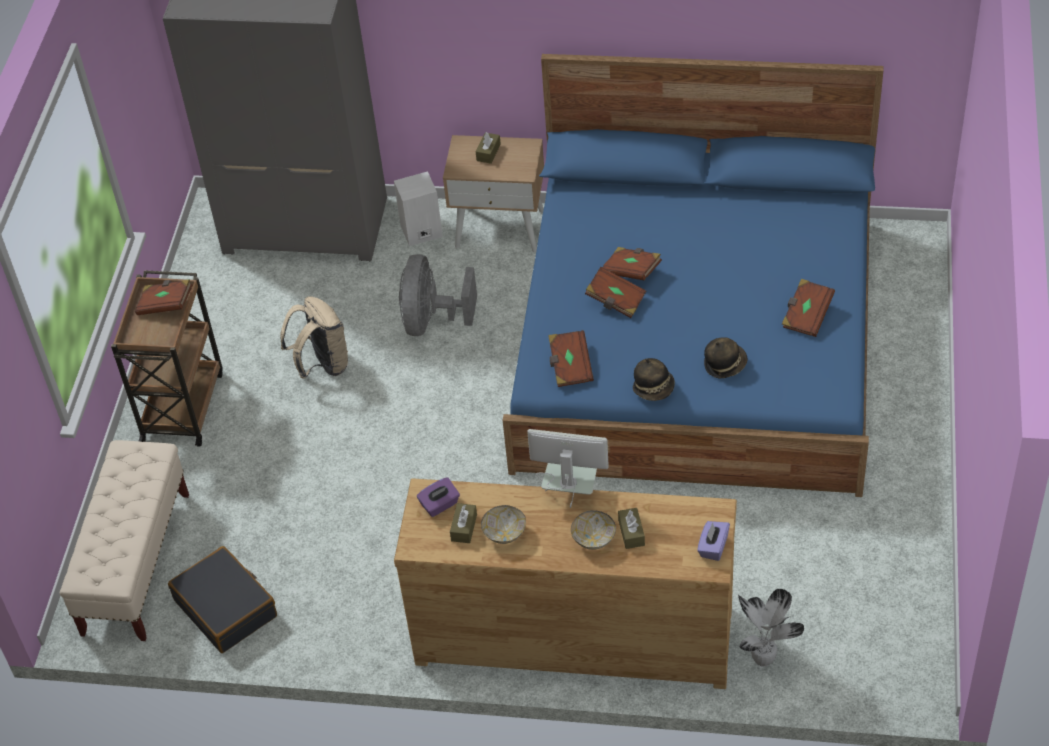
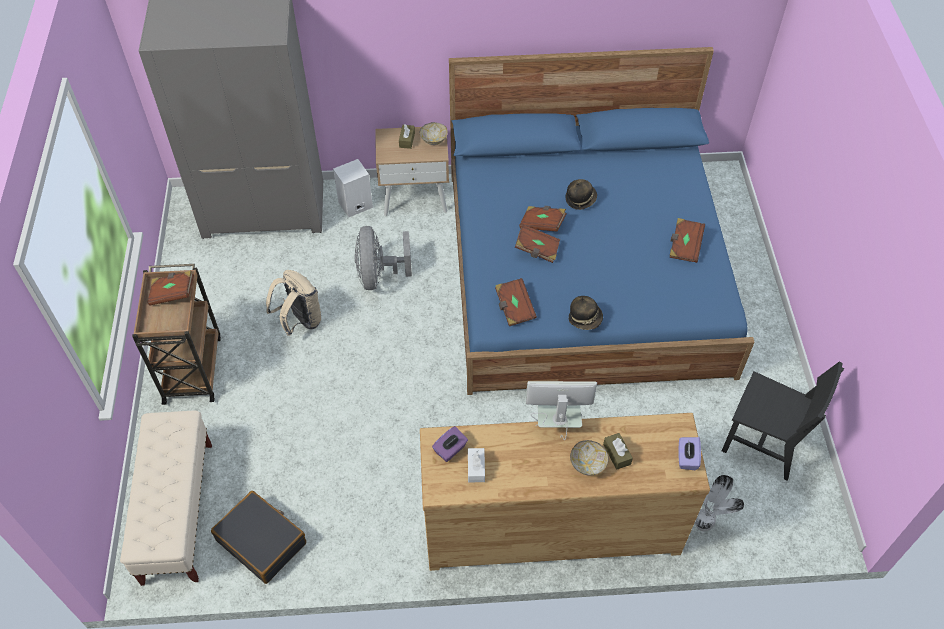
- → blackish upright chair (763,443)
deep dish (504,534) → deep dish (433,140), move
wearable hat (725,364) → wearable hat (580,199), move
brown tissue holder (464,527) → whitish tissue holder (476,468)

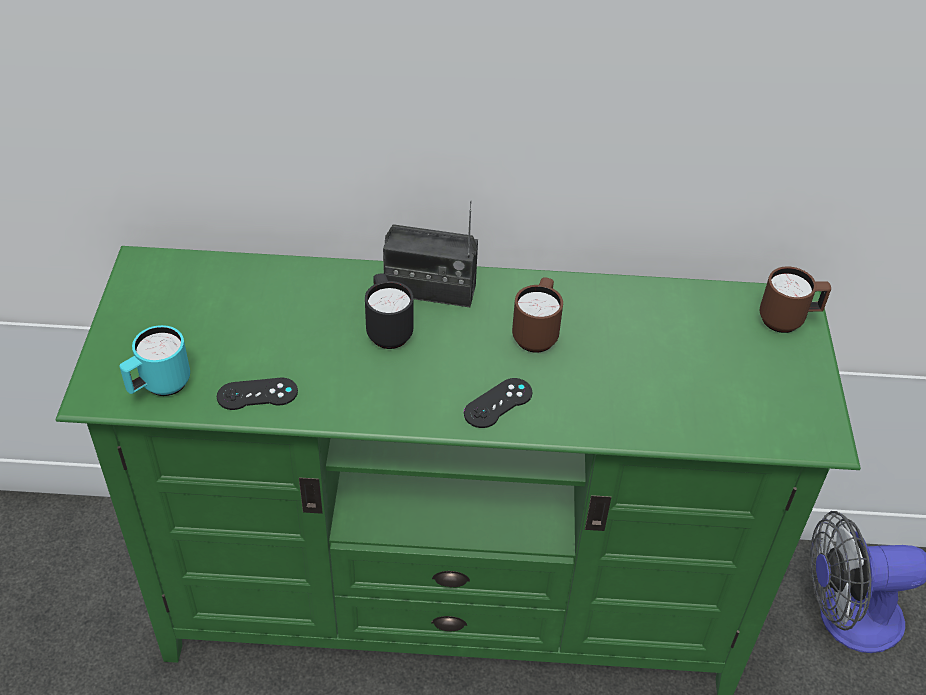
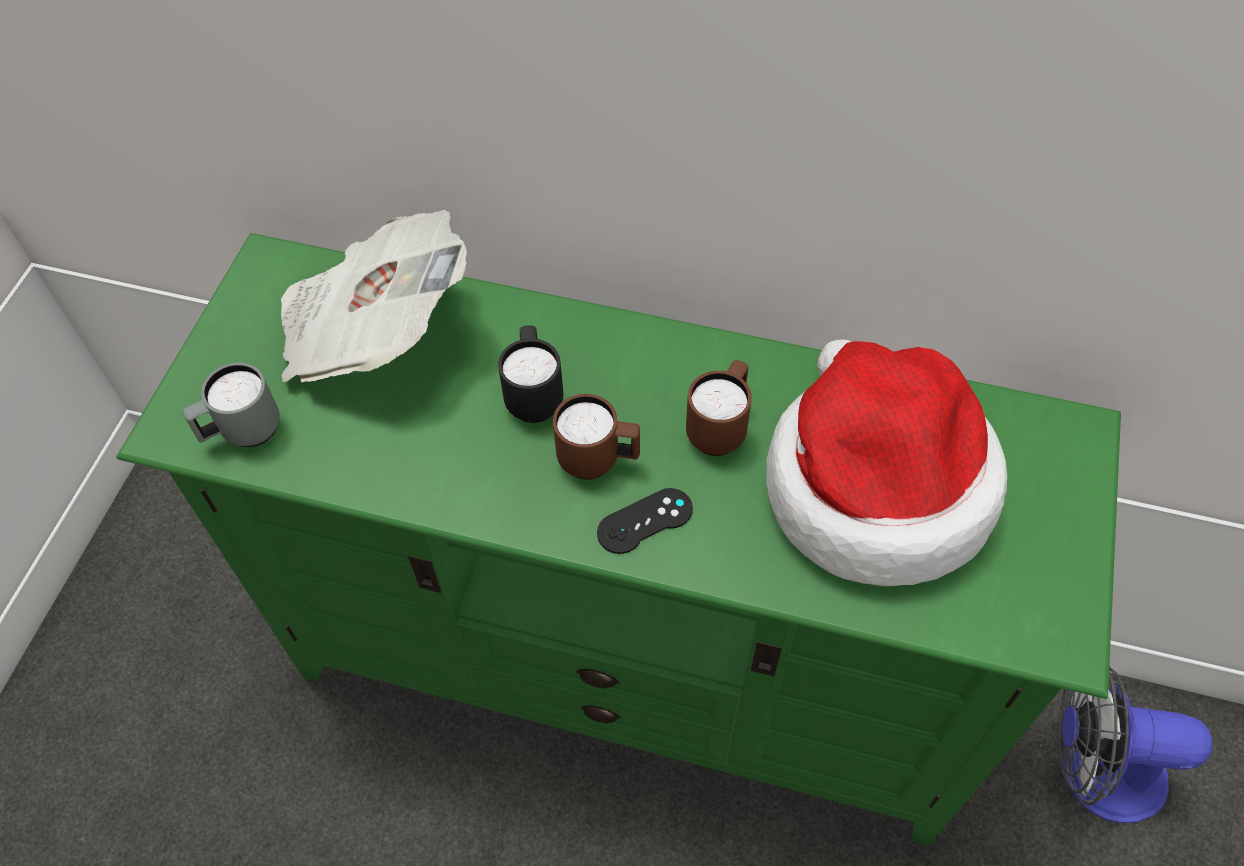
blackish gamepad (257,394) → -
radio set (430,290) → -
- → daily paper (374,331)
- → wearable hat (872,485)
brown mug (788,320) → brown mug (598,460), move
turquoise-coloured mug (159,386) → greyish mug (243,432)

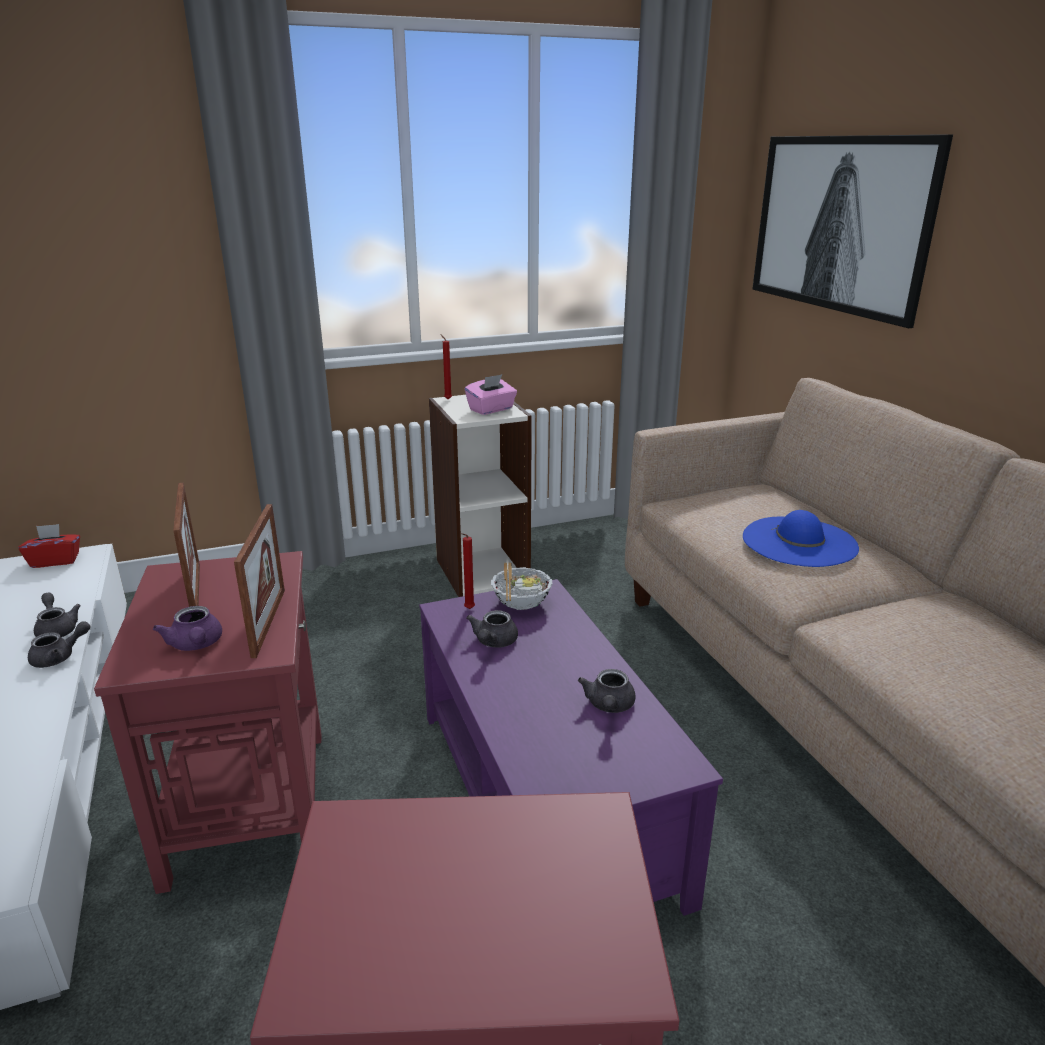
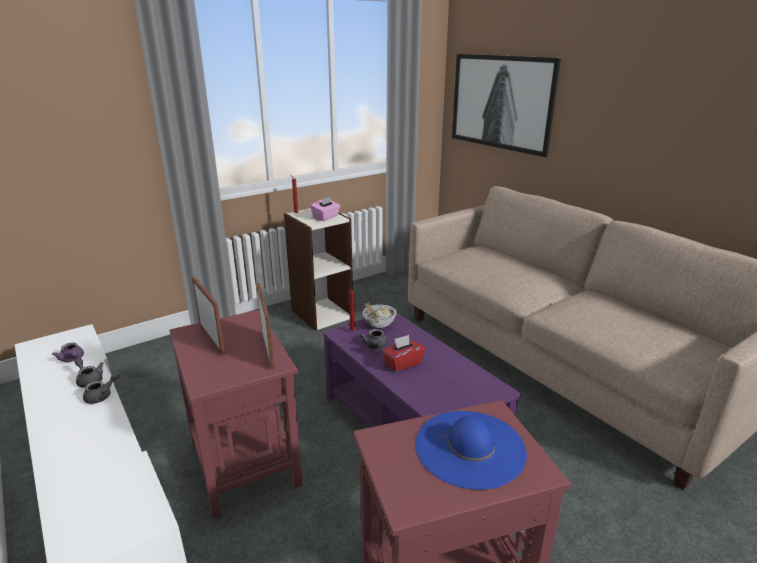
greyish tea pot (609,706) → -
reddish tissue holder (55,561) → reddish tissue holder (403,363), move
purple-coloured tea pot (196,645) → purple-coloured tea pot (72,359), move
blue-coloured wearable hat (799,542) → blue-coloured wearable hat (470,447), move

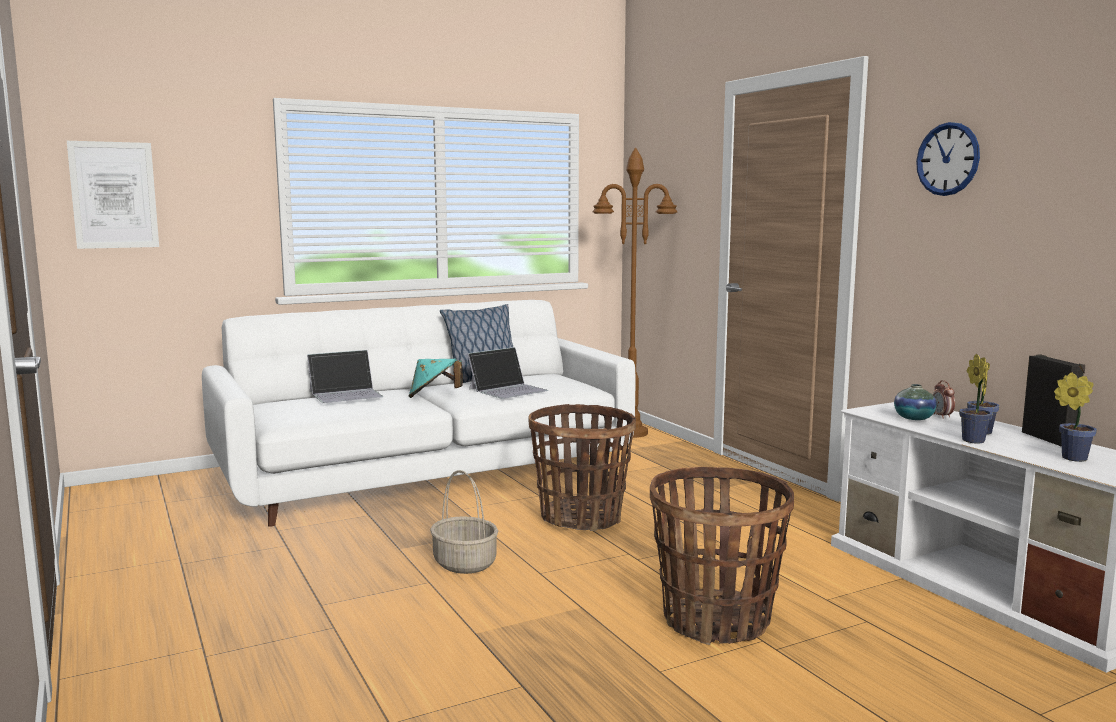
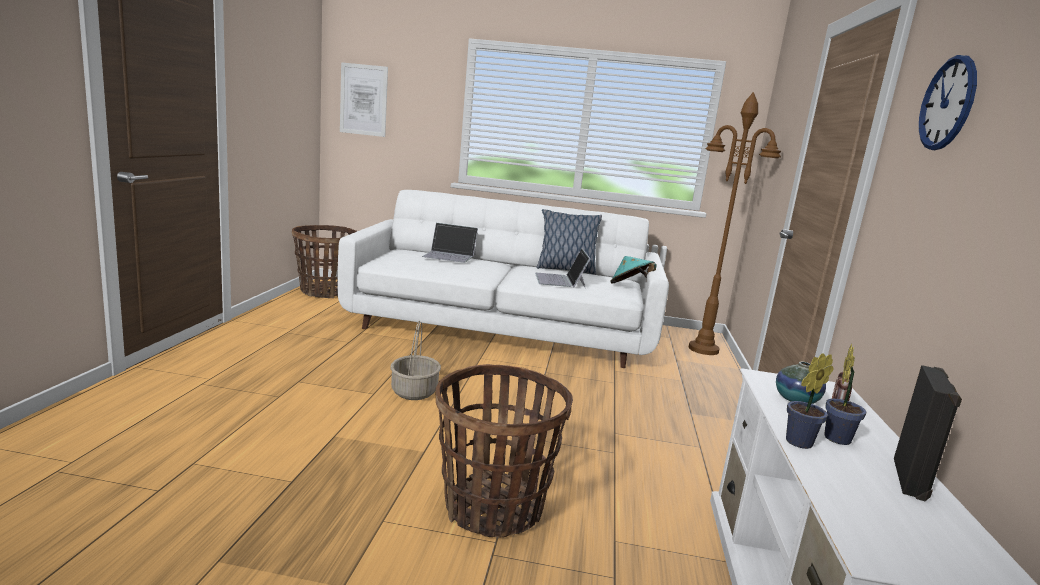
plant in a pot (1070,458) → -
turquoise-coloured wearable hat (433,396) → turquoise-coloured wearable hat (630,286), move
storage basket (581,518) → storage basket (325,291), move
notebook computer (508,390) → notebook computer (560,280), 90 degrees clockwise

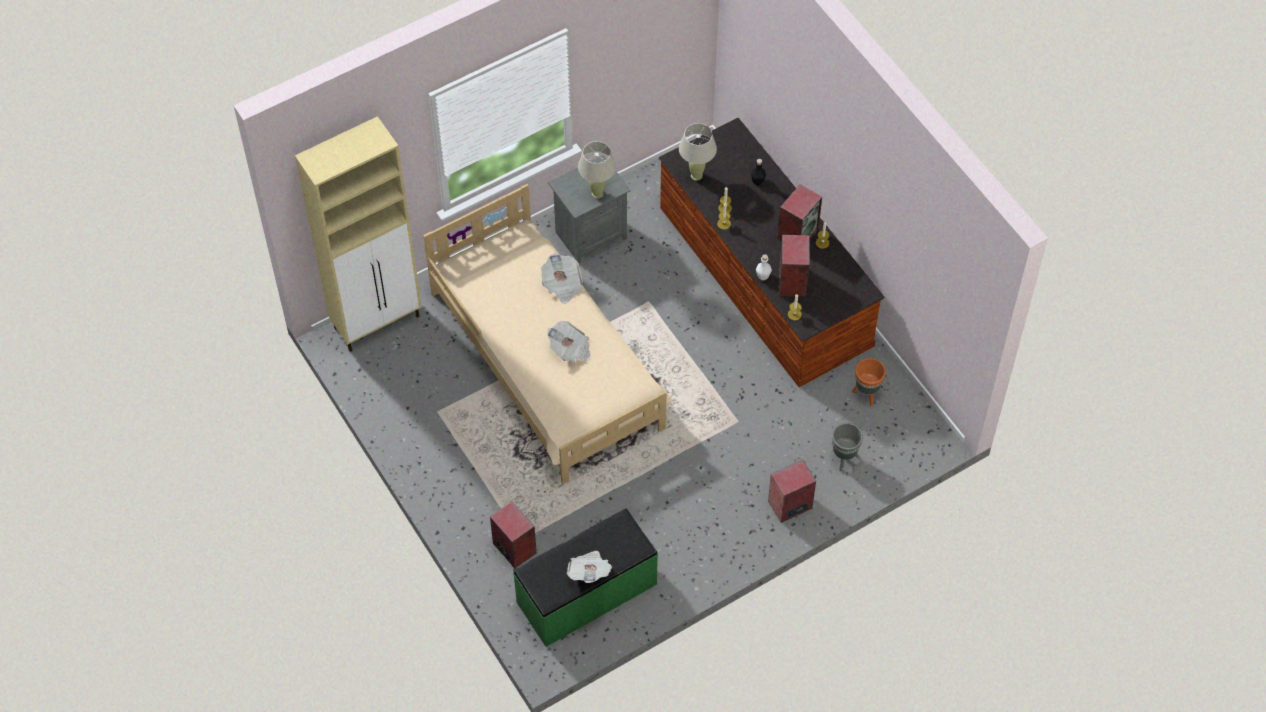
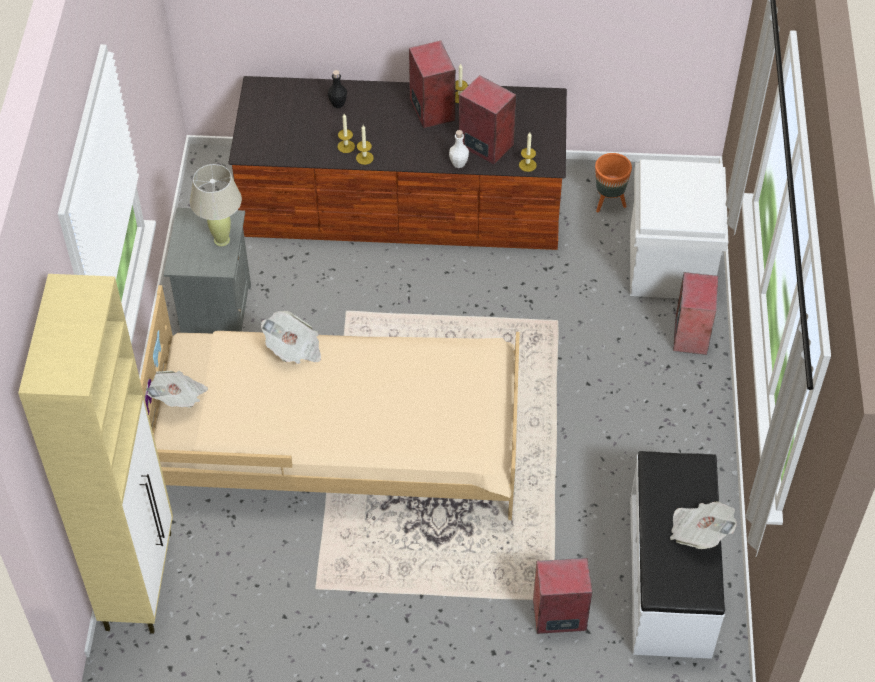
beige lamp for a table (696,175) → -
daily paper (570,349) → daily paper (177,397), move
greyish flower pot (843,458) → whitish storage bin (669,262)
greenish bench (587,594) → whitish bench (671,577)

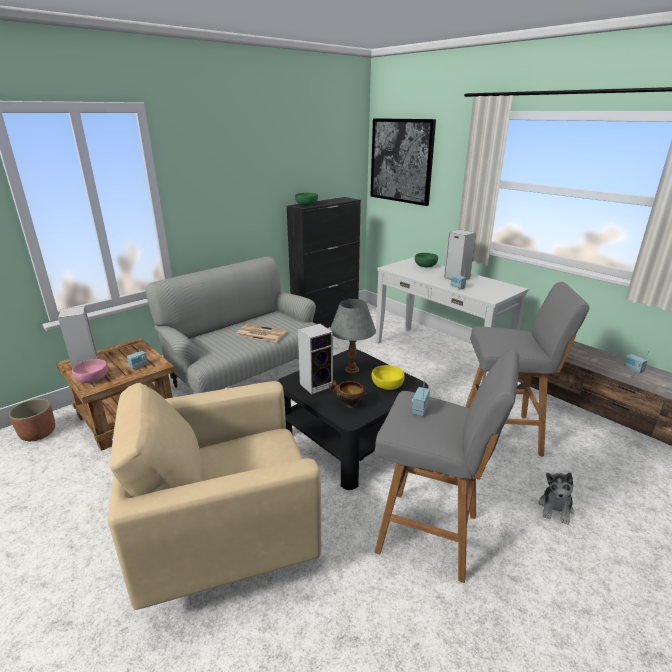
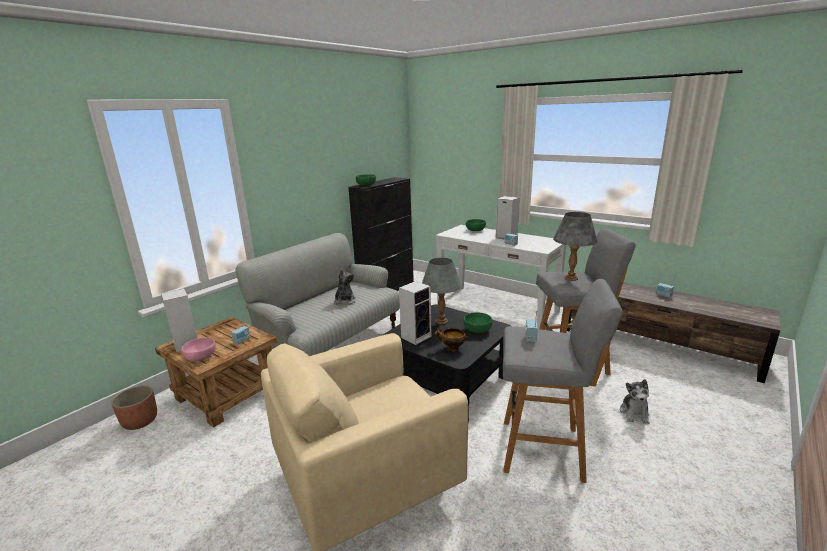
wall picture (401,161) → -
- → greyish lamp for a table (571,278)
daily paper (260,333) → cuddly toy (344,301)
yellowish deep dish (387,385) → greenish deep dish (477,330)

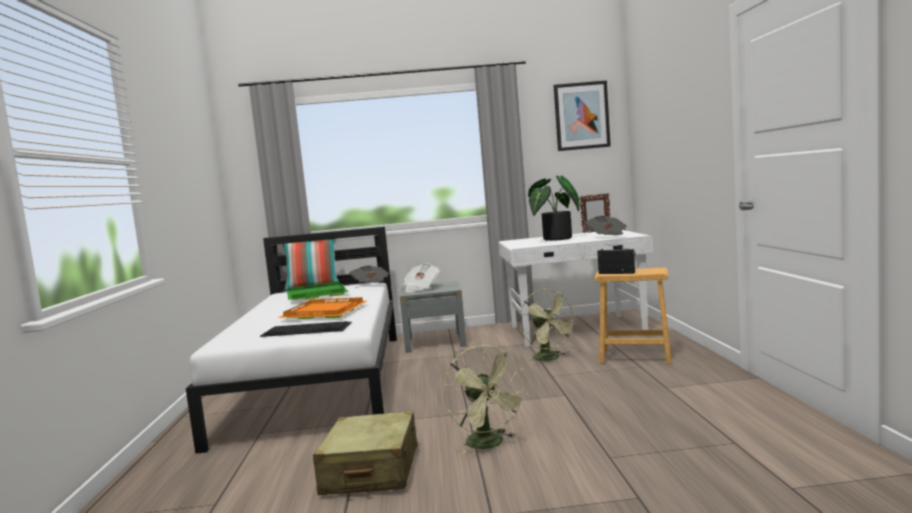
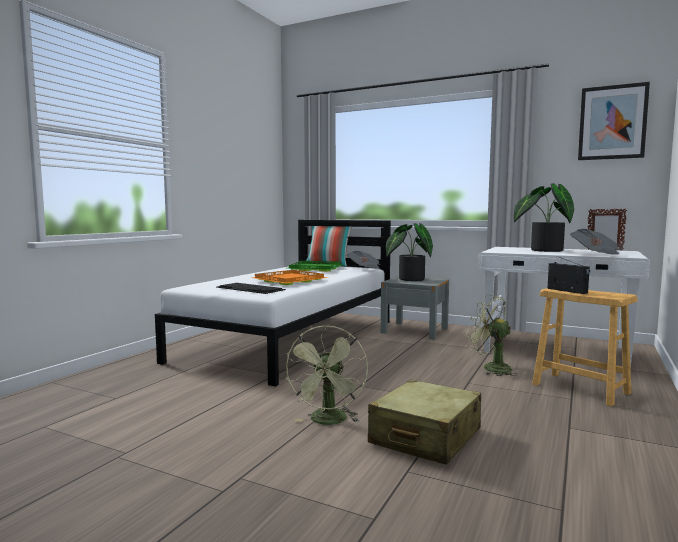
beige travel case (371,471) → beige travel case (425,437), move
daily paper (420,288) → plant in a pot (408,279)
greenish cooling fan (550,358) → greenish cooling fan (490,368), 120 degrees clockwise

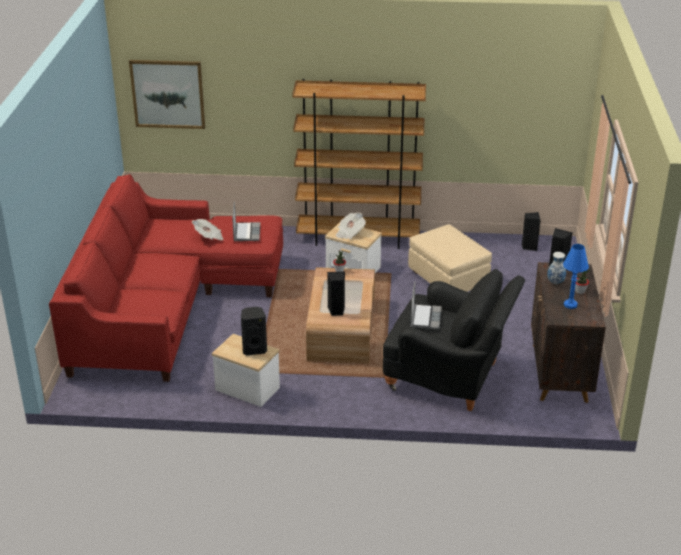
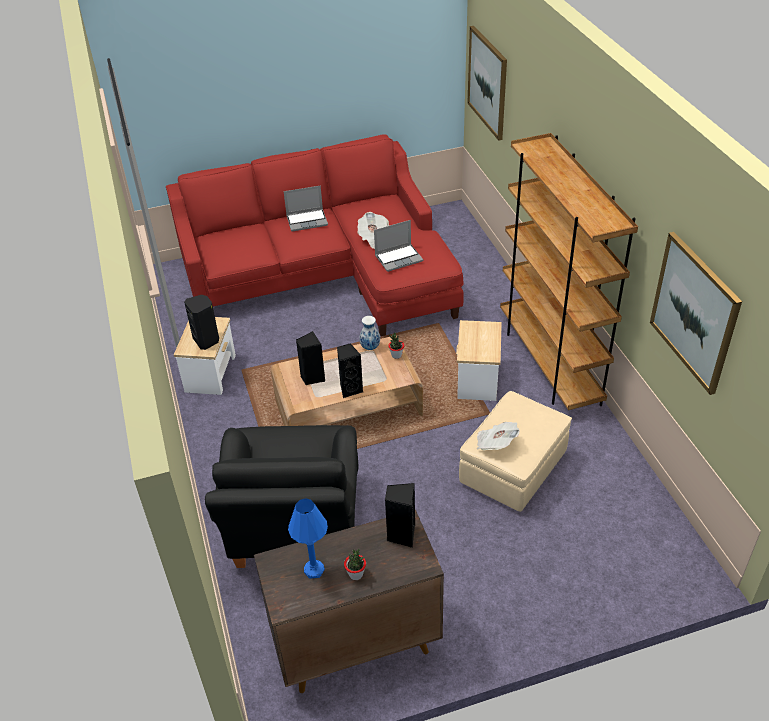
- → wall picture (694,312)
daily paper (349,233) → daily paper (495,443), move
notebook computer (425,317) → notebook computer (307,220), move
blackish loudspeaker (529,246) → blackish loudspeaker (350,389), move
vase (556,282) → vase (370,347), move

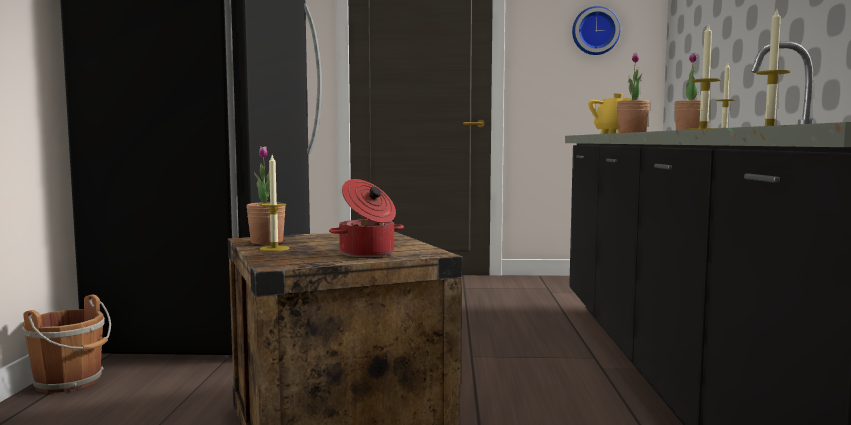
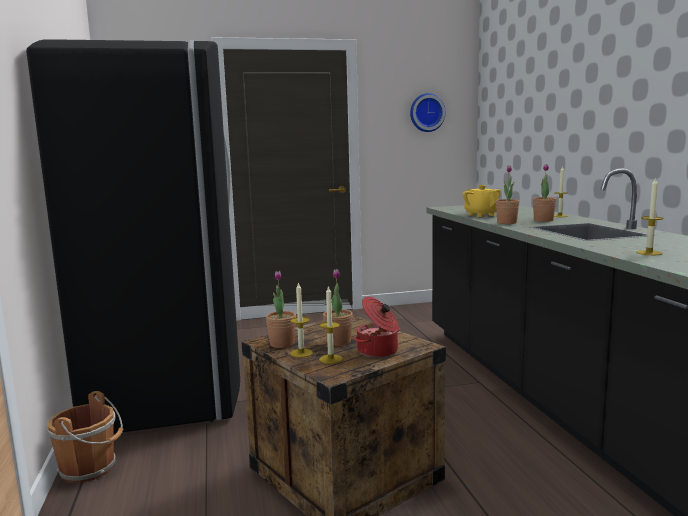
- → plant in a pot (338,342)
candle (703,129) → candle (330,359), move

